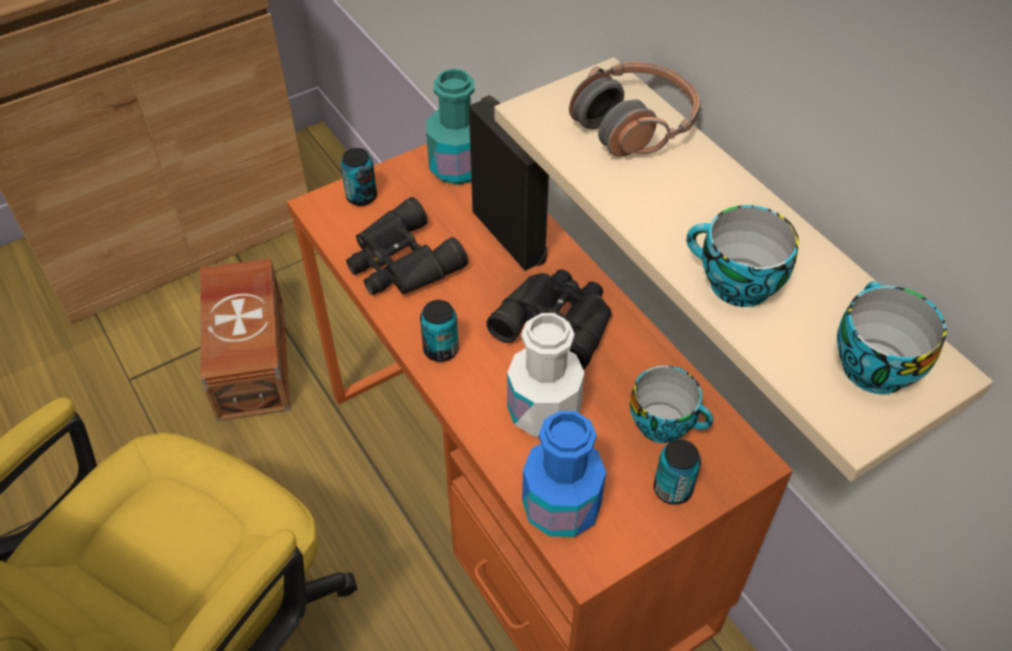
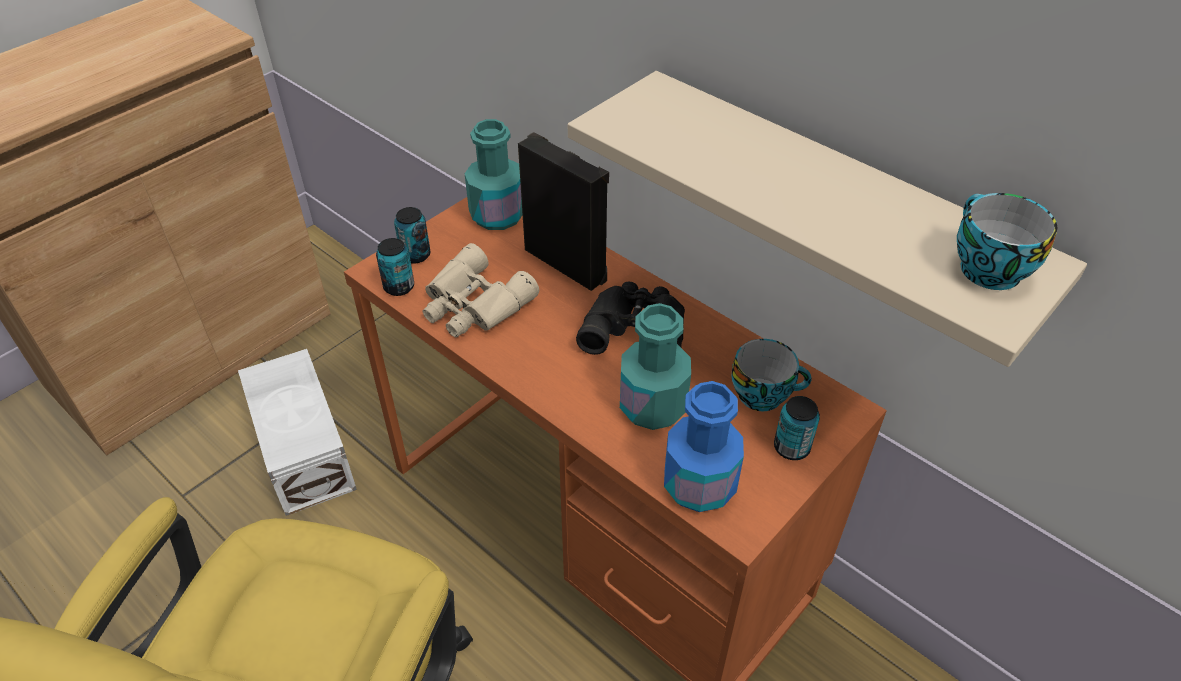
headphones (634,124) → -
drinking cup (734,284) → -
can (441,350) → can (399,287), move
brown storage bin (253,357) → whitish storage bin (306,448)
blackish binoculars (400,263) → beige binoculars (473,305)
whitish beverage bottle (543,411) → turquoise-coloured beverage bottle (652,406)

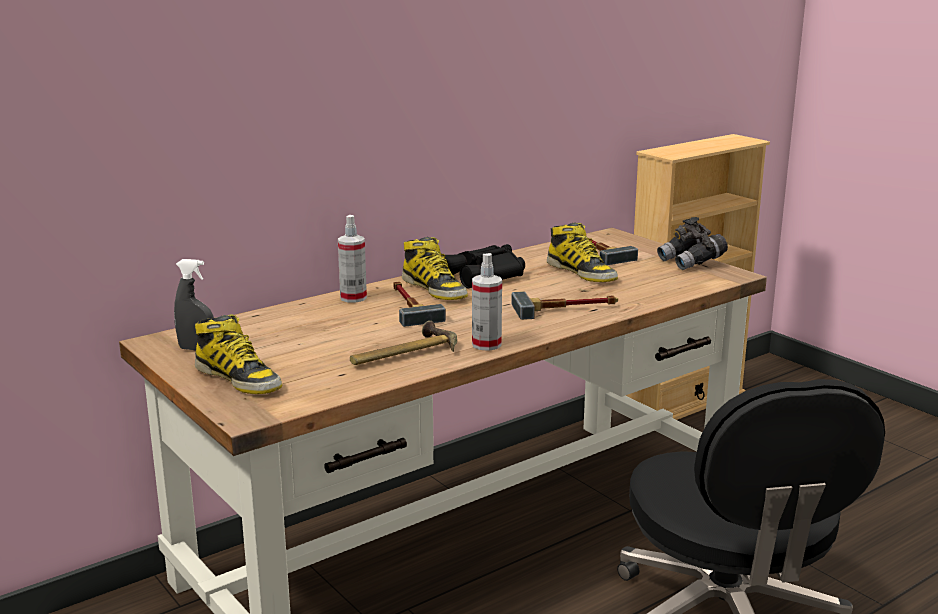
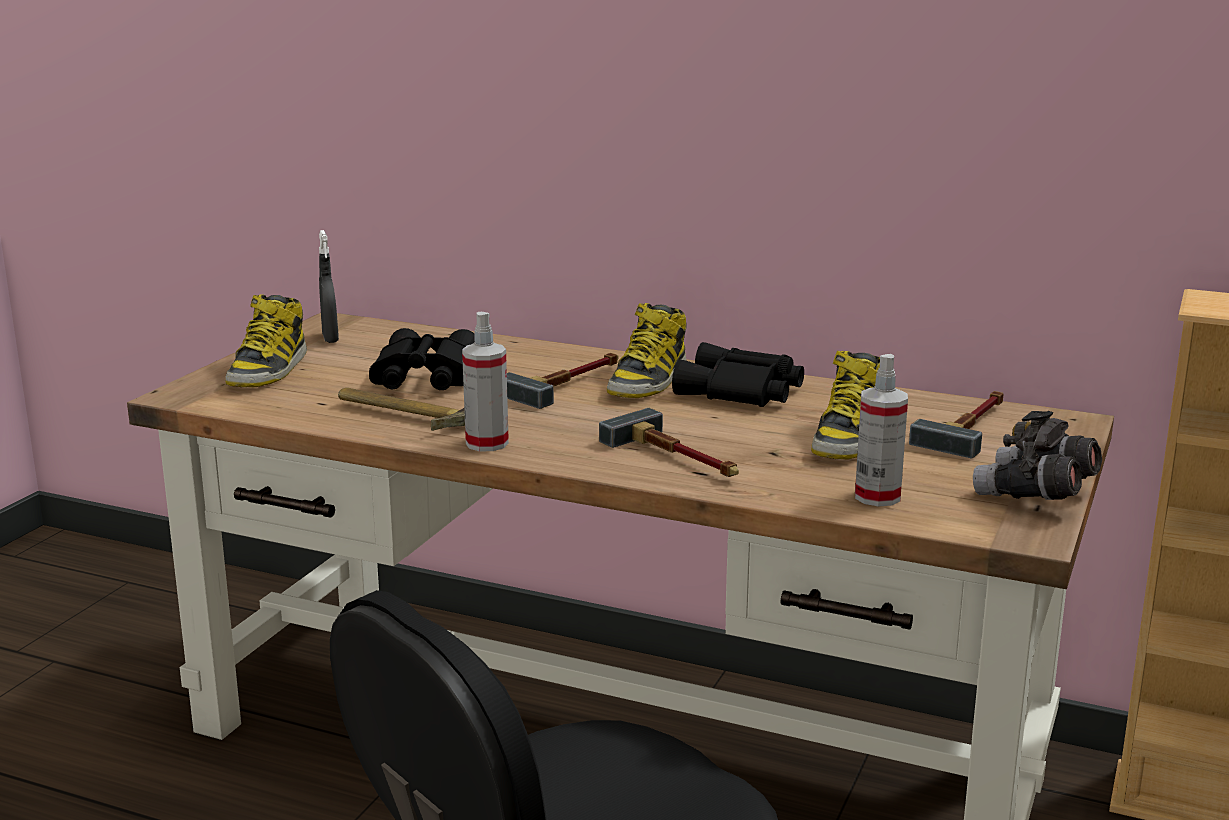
- → blackish binoculars (423,377)
sprayer (353,298) → sprayer (877,497), move

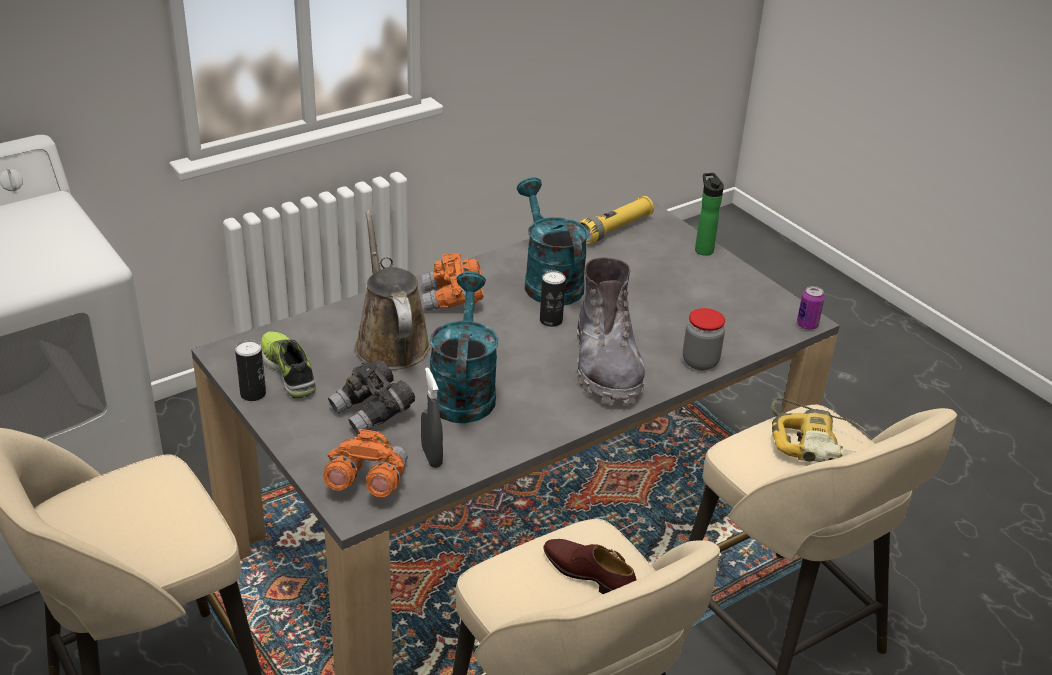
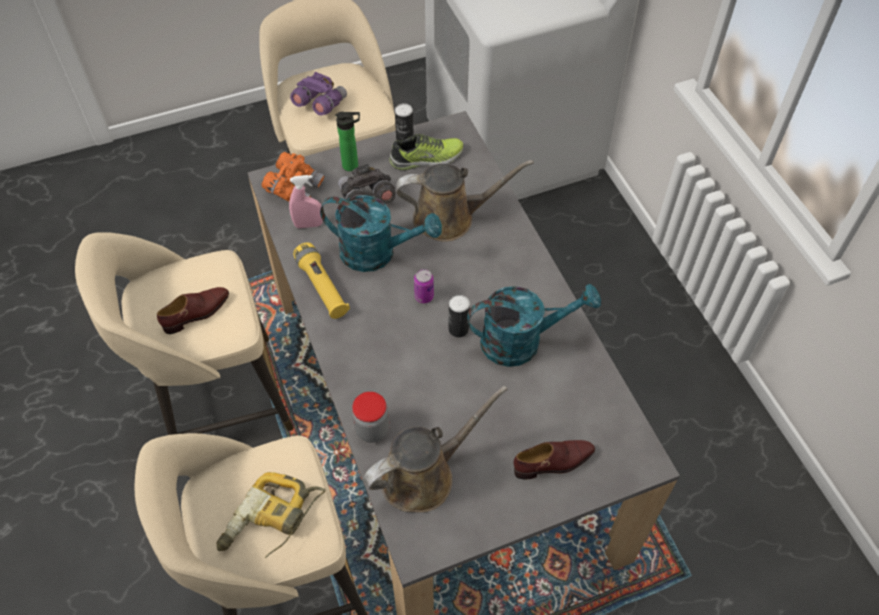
orange binoculars (452,299) → -
greyish boot (606,366) → -
- → purple-coloured binoculars (319,104)
- → brown watering pot (424,475)
- → brown low shoe (553,462)
yellowish torch (614,229) → yellowish torch (322,287), move
beverage bottle (703,249) → beverage bottle (353,165), move
can (807,325) → can (424,296), move
greyish sprayer (431,456) → pink-coloured sprayer (308,224)

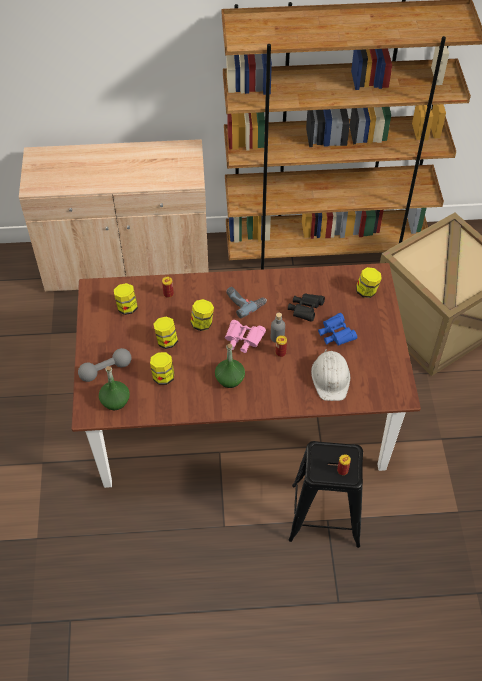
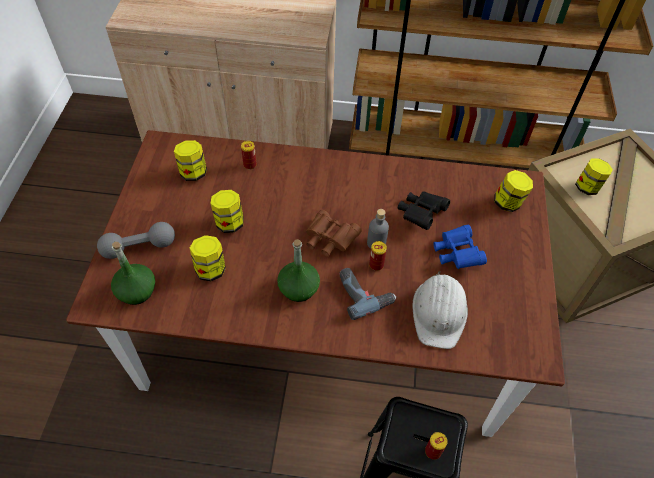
preserve jar (202,323) → preserve jar (587,187), move
power drill (245,301) → power drill (364,293), move
pink-coloured binoculars (243,341) → brown binoculars (329,240)

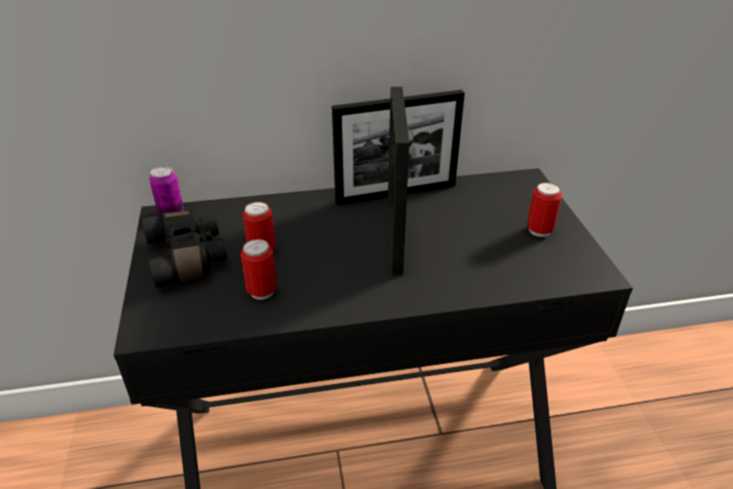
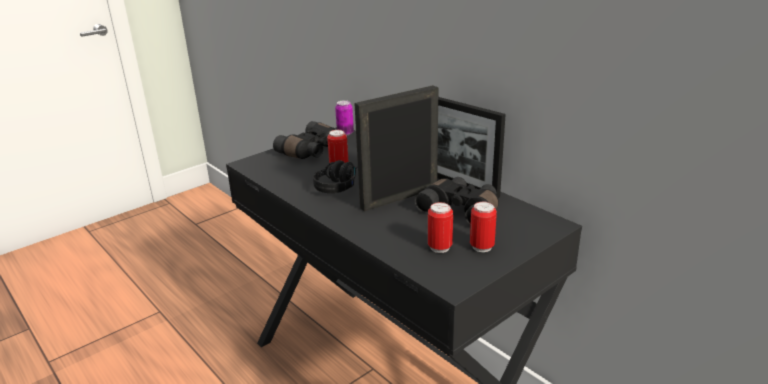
- → blackish headphones (340,184)
- → blackish binoculars (462,210)
can (262,291) → can (439,247), move

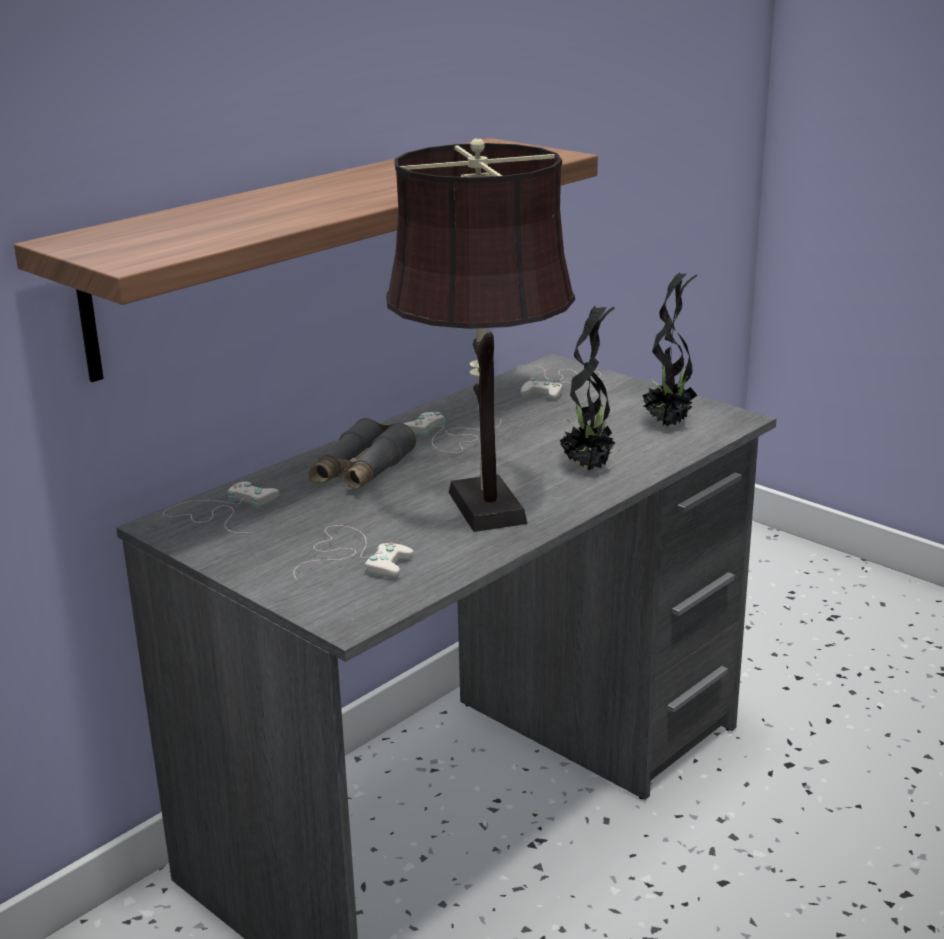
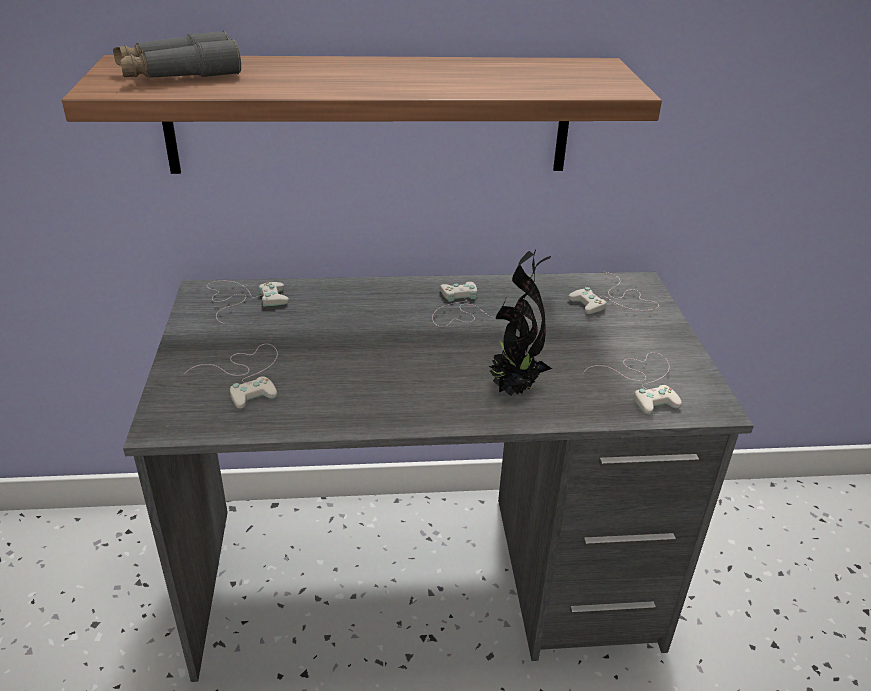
brown lamp for a table (484,503) → -
greyish binoculars (361,471) → greyish binoculars (179,74), move
plant in a pot (668,424) → whitish gamepad (643,382)

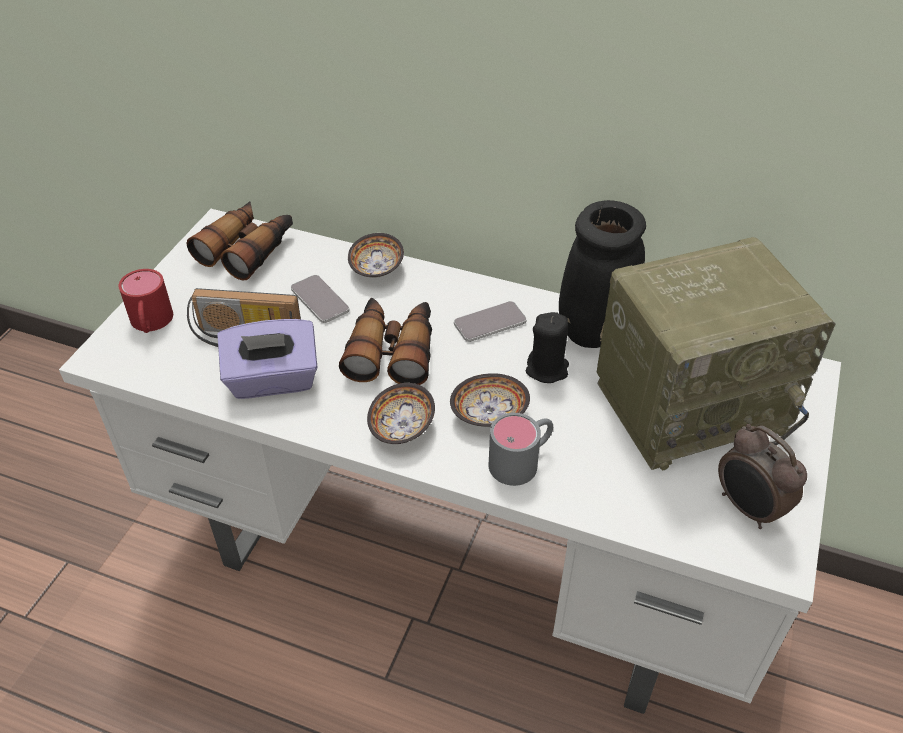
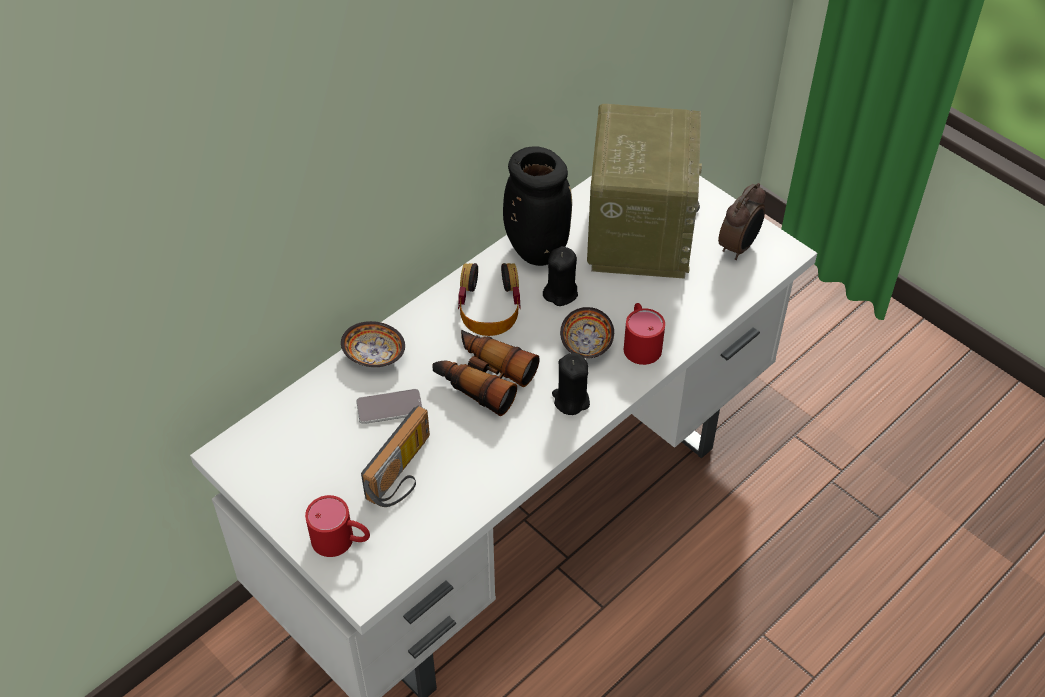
binoculars (248,249) → -
purple-coloured tissue holder (273,380) → -
deep dish (402,427) → blackish candle (570,400)
phone (490,322) → headphones (489,306)
greyish mug (522,460) → reddish mug (640,342)
alarm clock (747,508) → alarm clock (739,246), 45 degrees counterclockwise

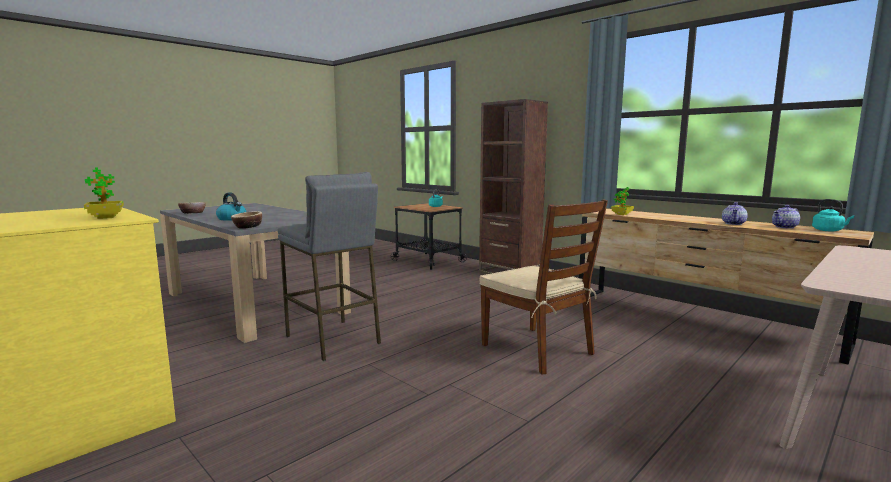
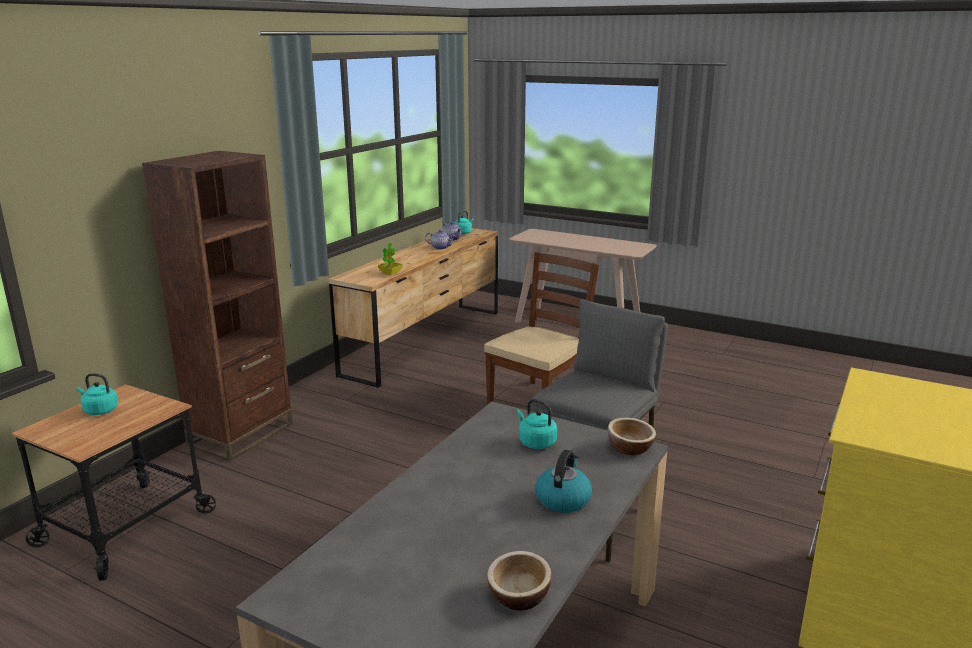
plant in a pot (106,217) → -
- → turquoise-coloured kettle (535,442)

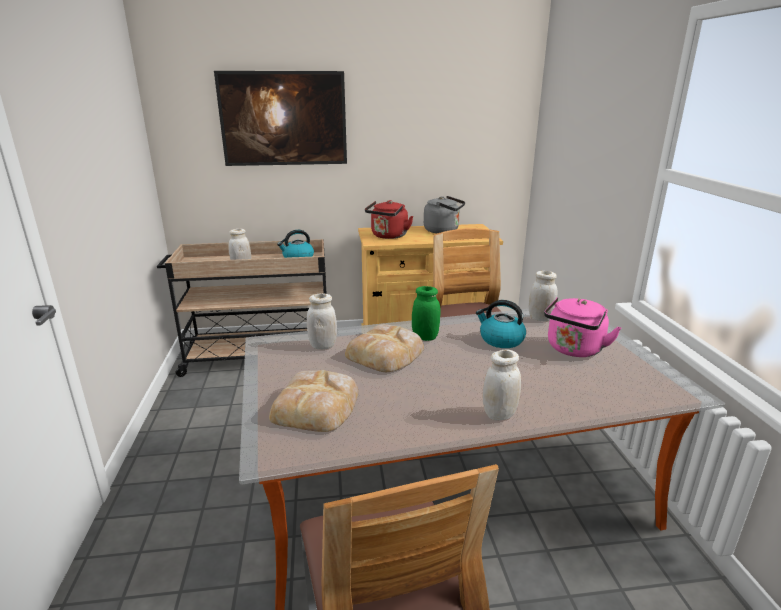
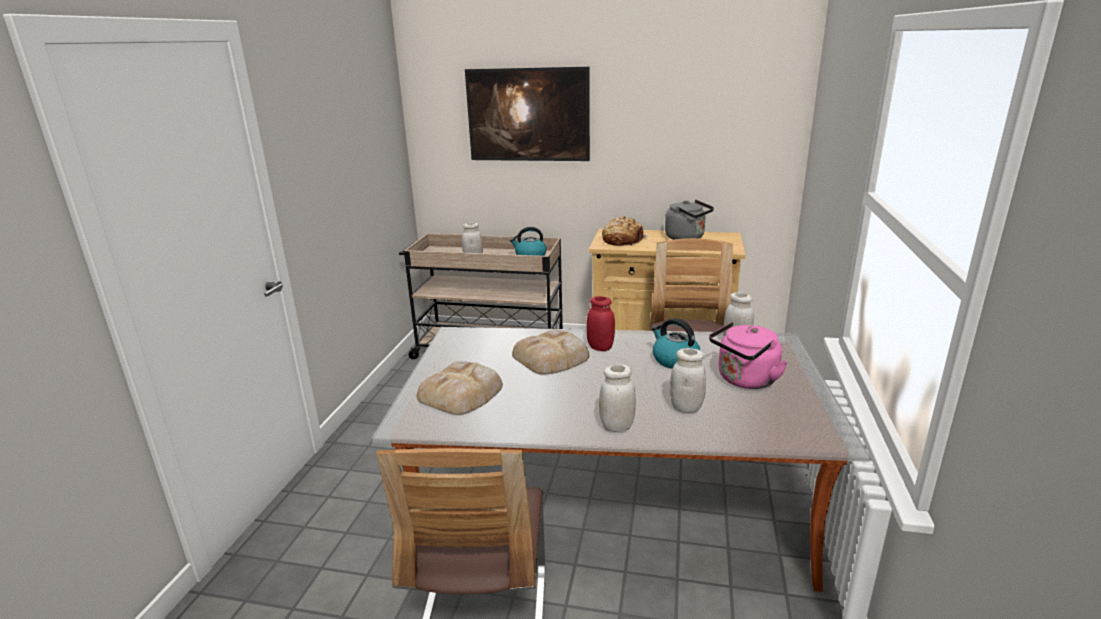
whitish preserve jar (323,345) → whitish preserve jar (686,408), move
reddish kettle (388,236) → bread (622,240)
greenish preserve jar (425,337) → reddish preserve jar (600,347)

